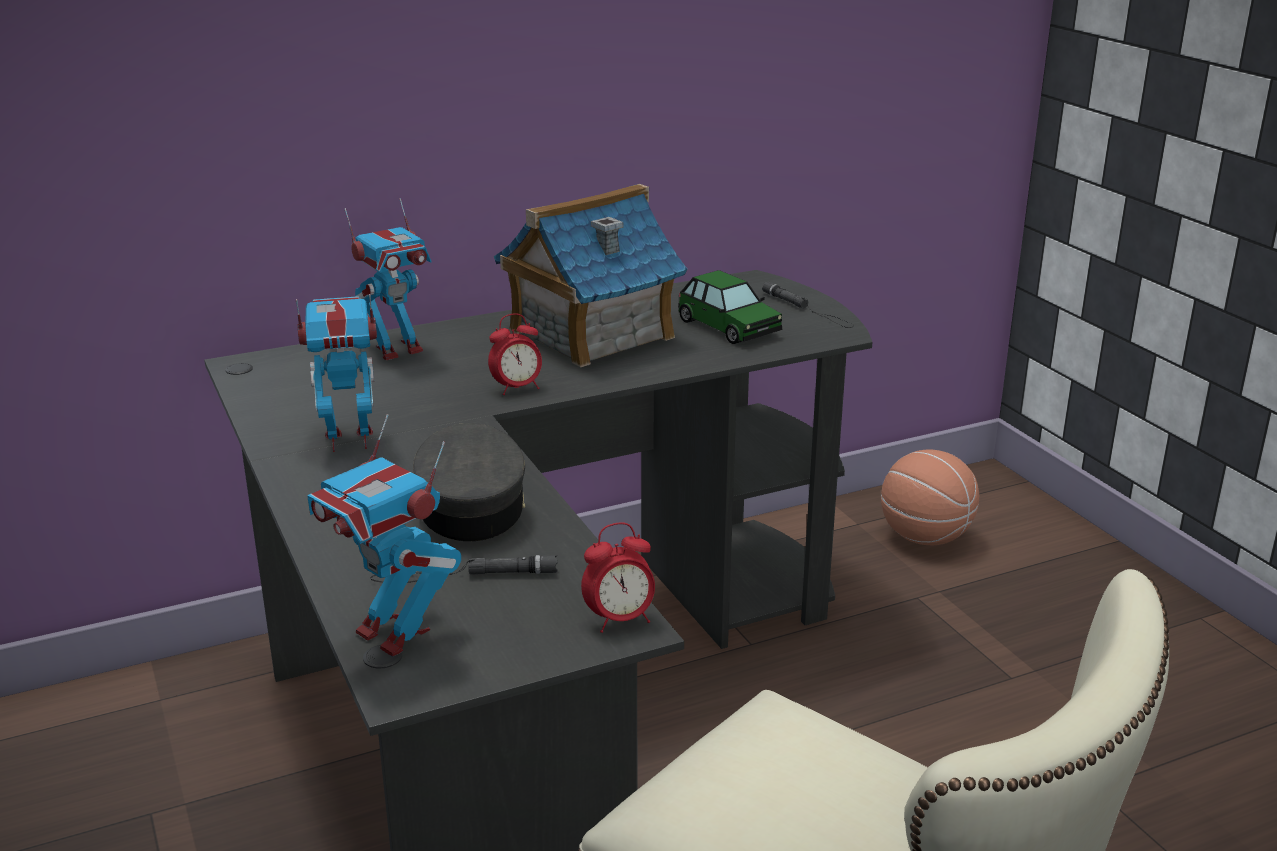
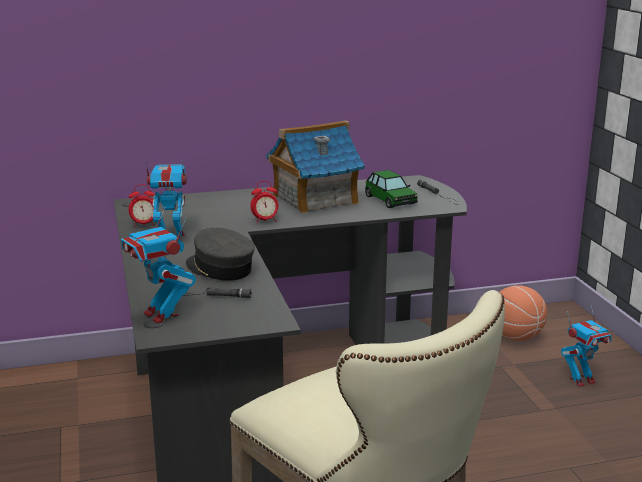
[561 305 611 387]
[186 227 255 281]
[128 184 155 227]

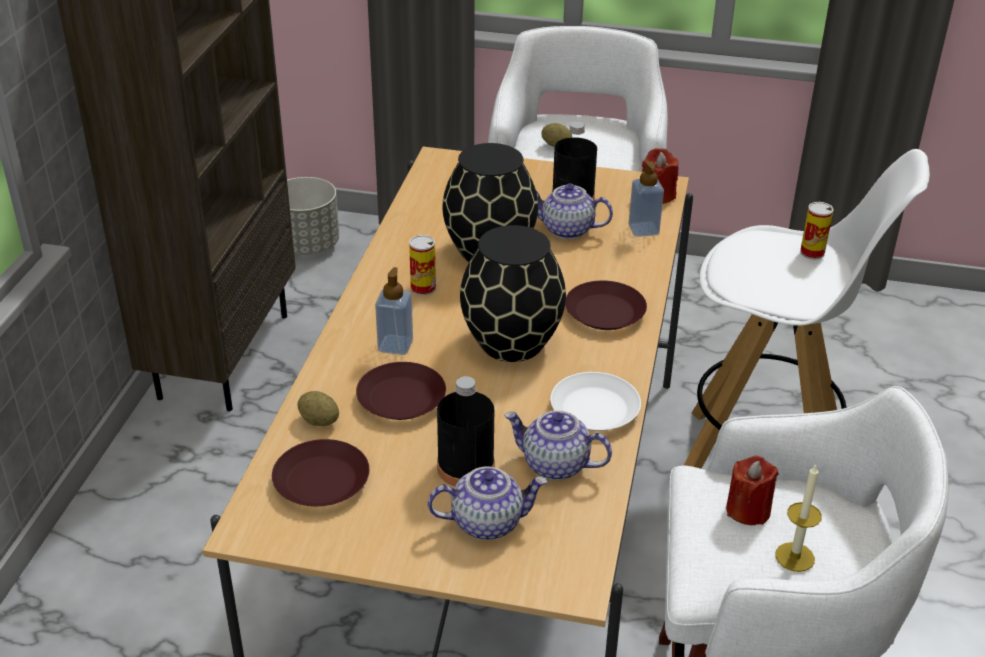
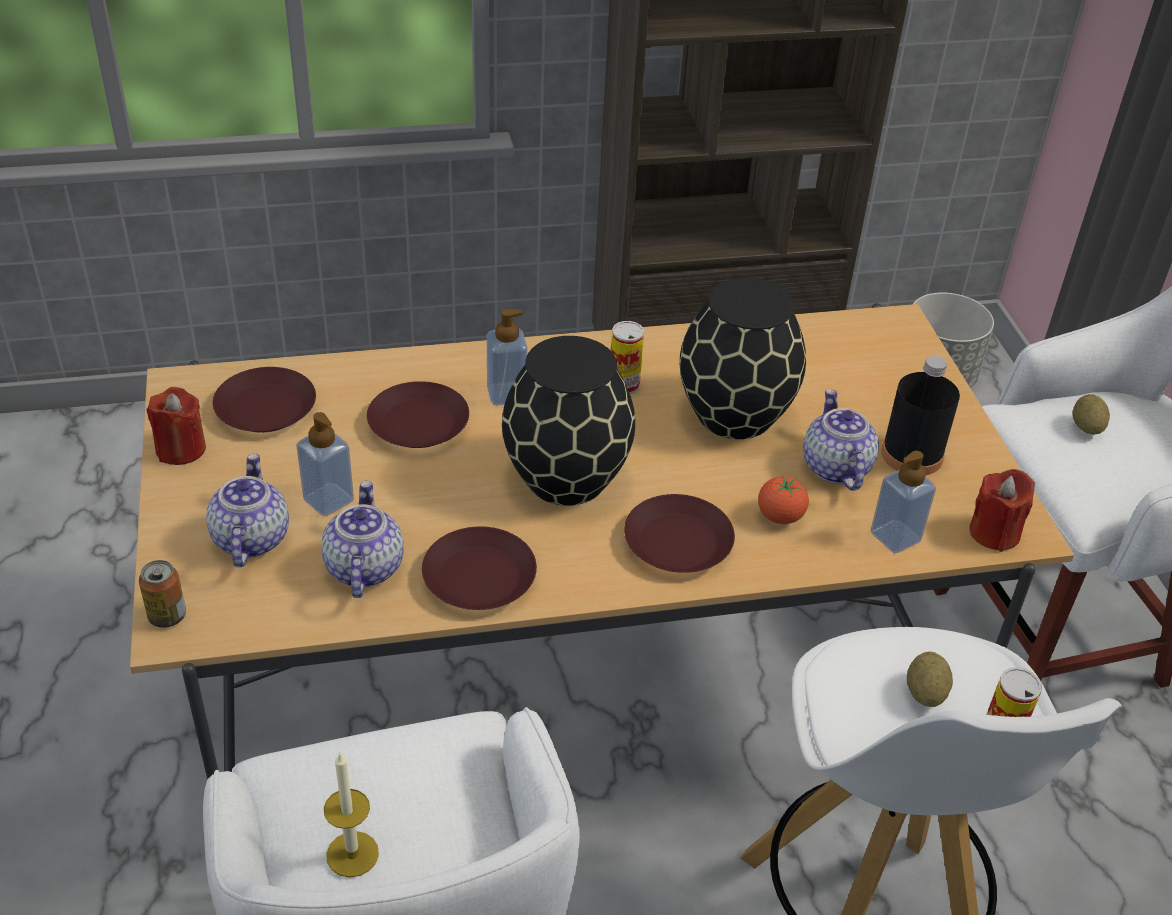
[422 527 537 610]
[296 412 354 516]
[907 651 953 707]
[146 387 206 465]
[206 453 289 567]
[758 475 809 524]
[139 560 186 628]

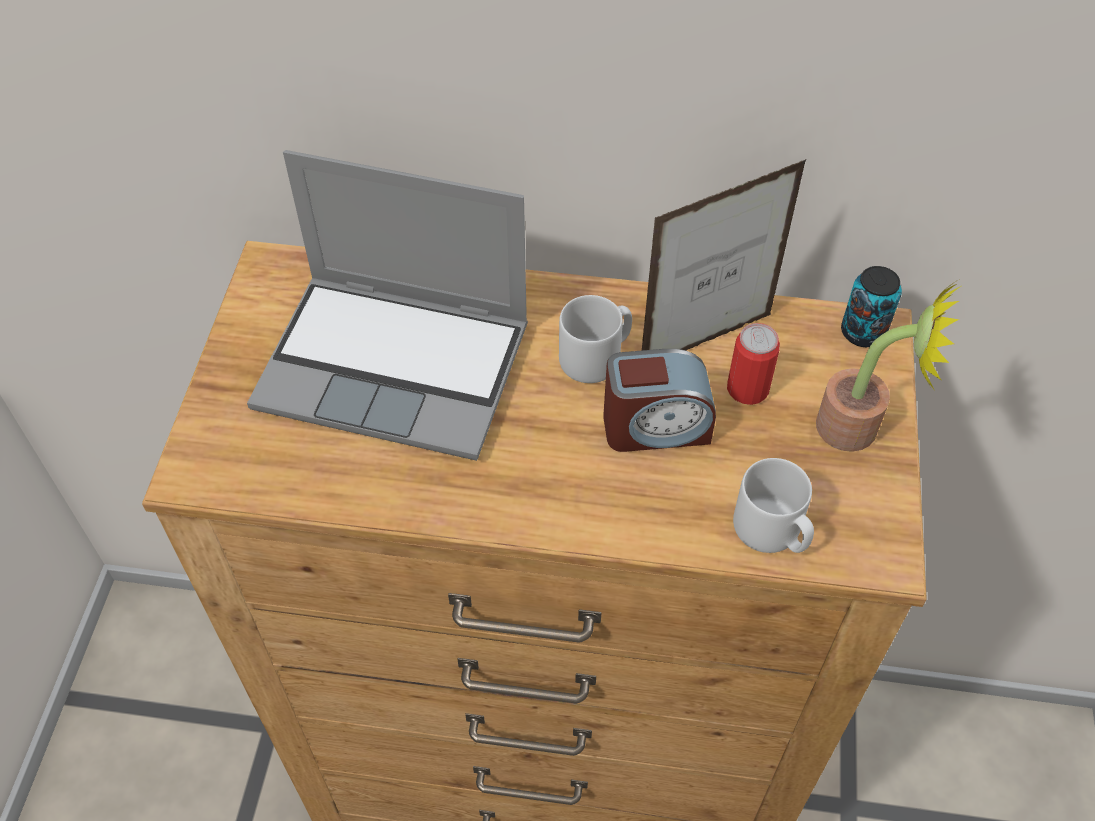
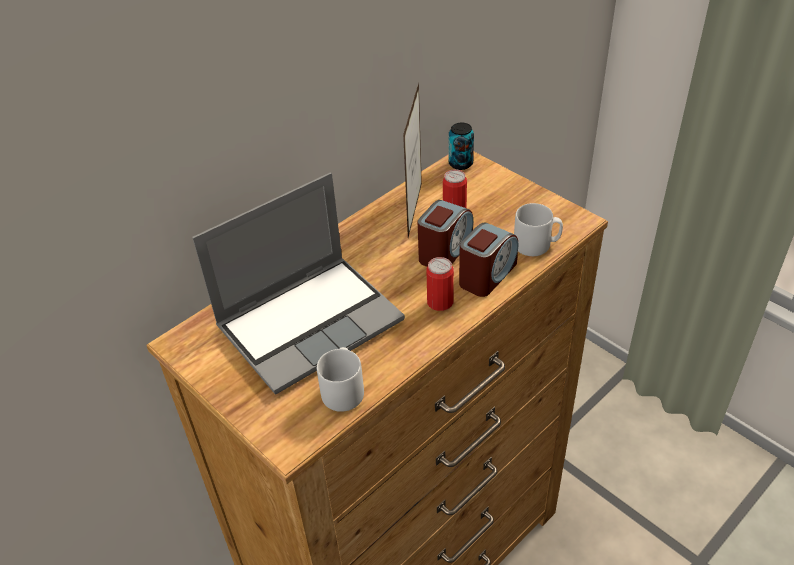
[816 281 961 452] (first image)
[317 347 364 412]
[459 222 518 297]
[427 257 454 311]

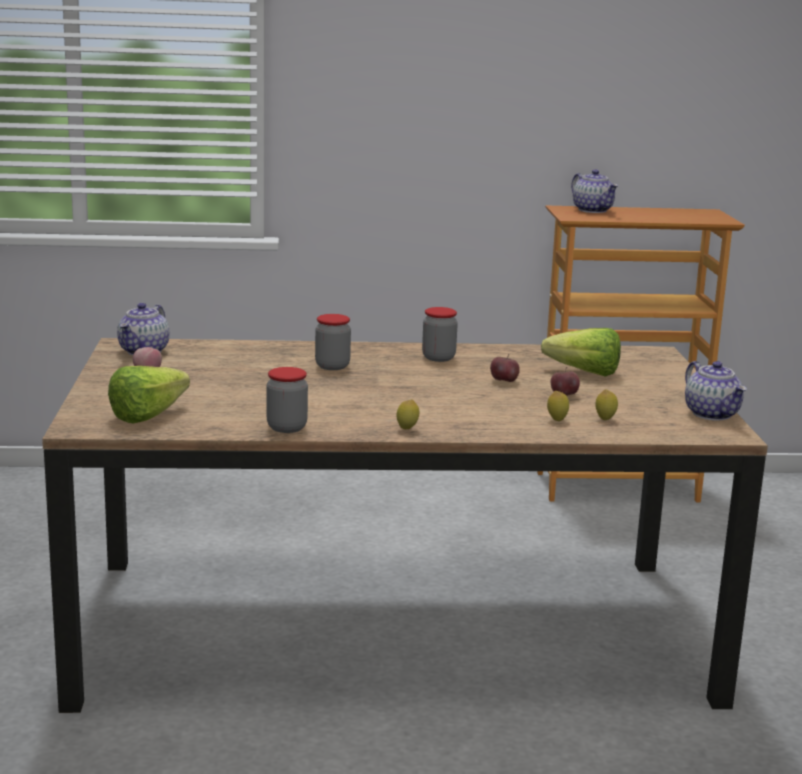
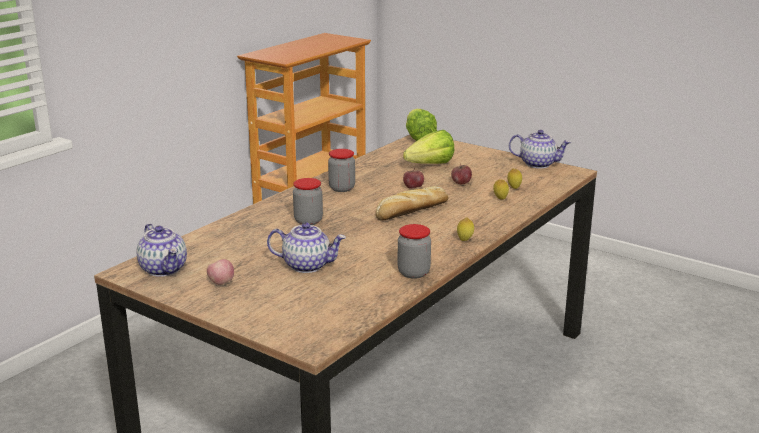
[267 222 346 273]
[406 109 437 141]
[376 186 448 221]

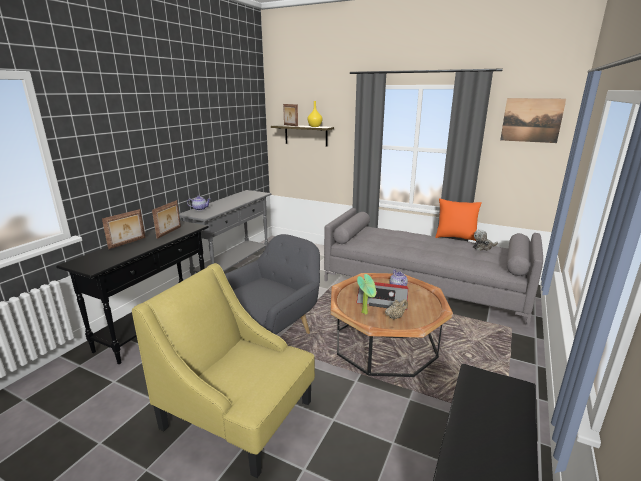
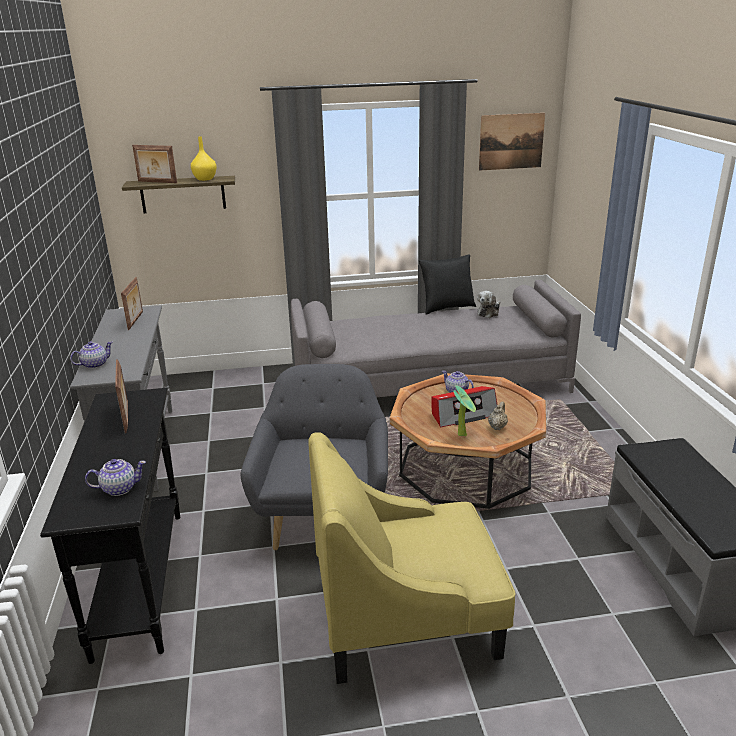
[418 254 476 315]
[121 277 143 330]
[85 459 146 496]

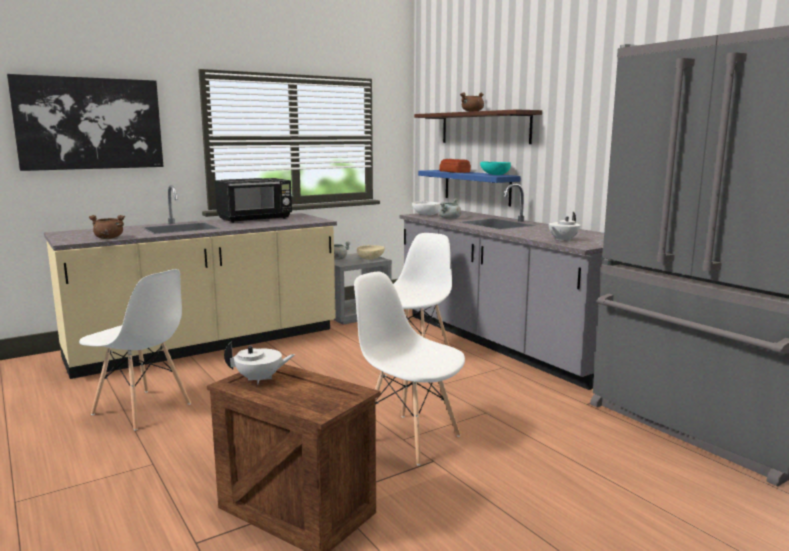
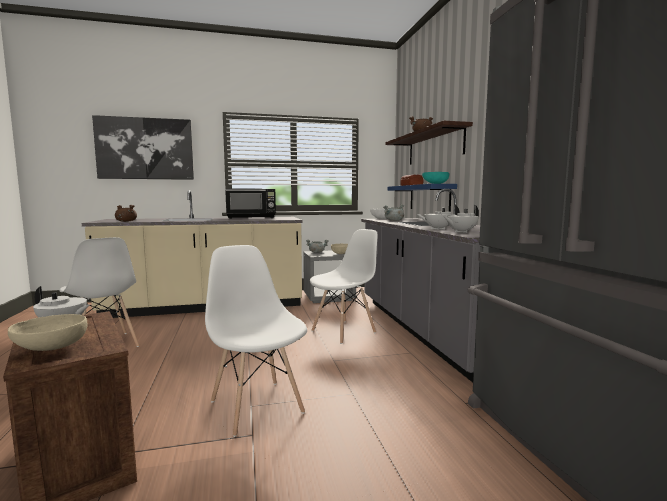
[417 205 460 230]
[8 314 88 351]

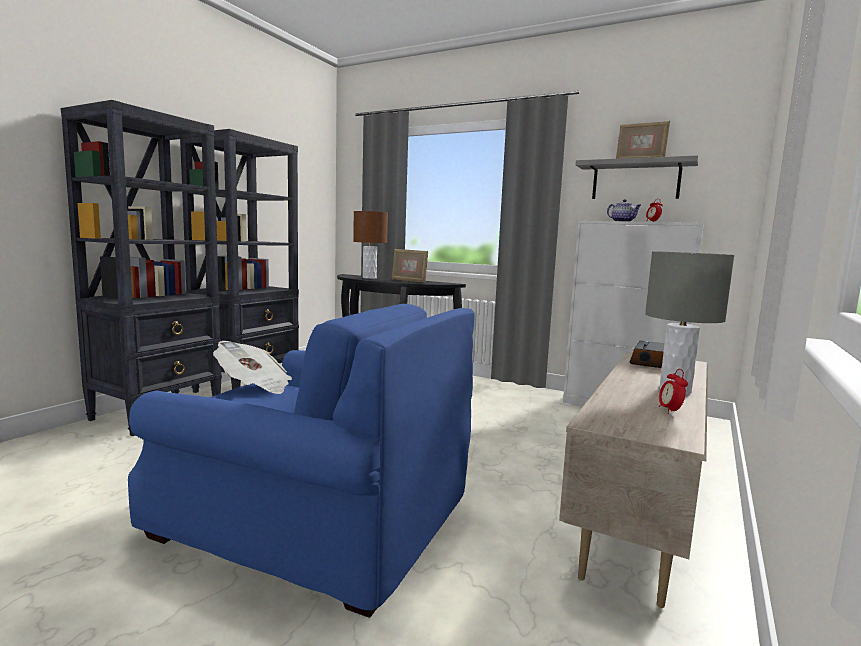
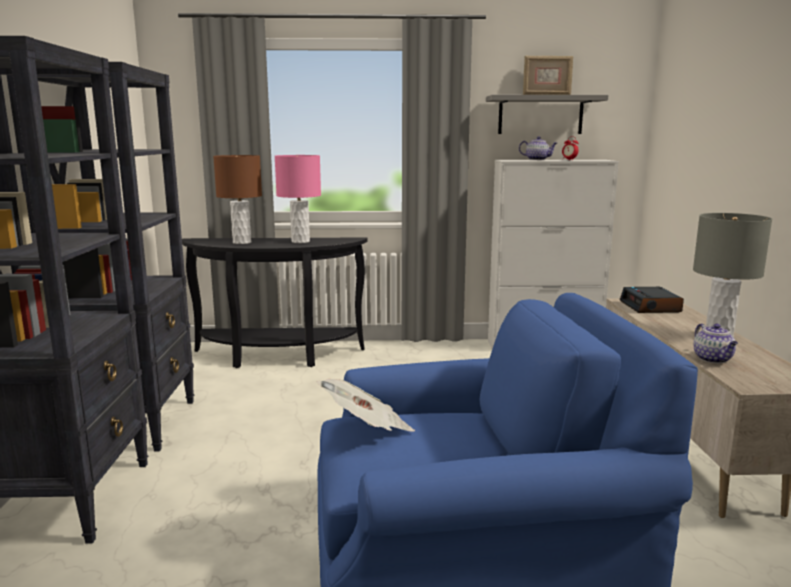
[275 155 321 243]
[659 369 688 414] (first image)
[693 323 738 363]

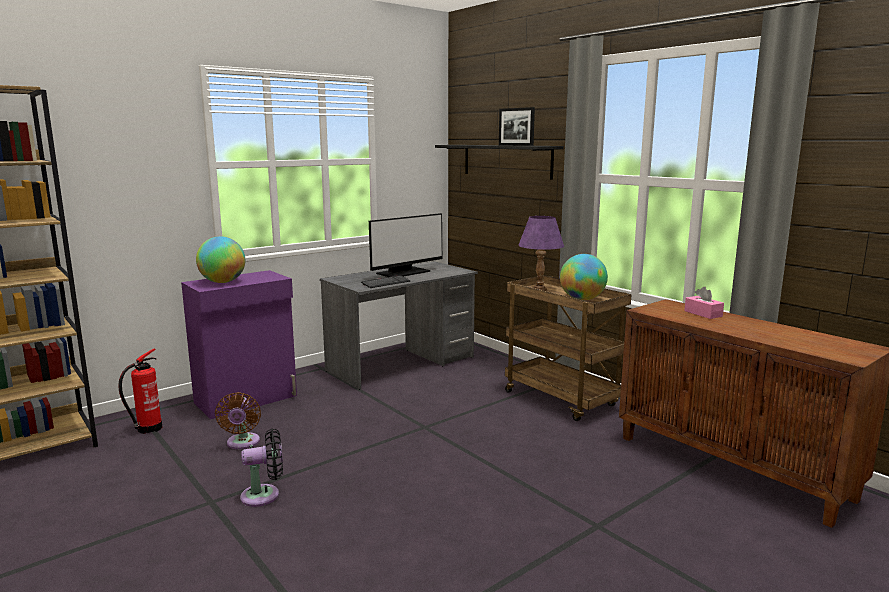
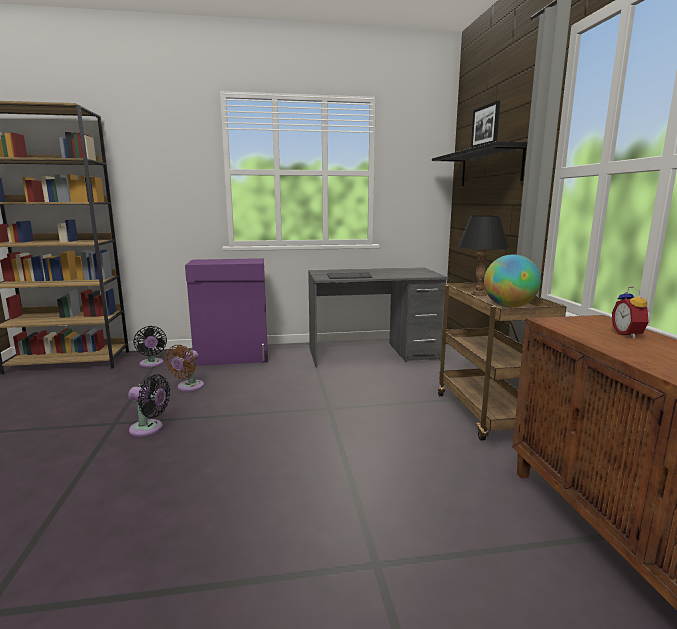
[369 213 443 277] (first image)
[458 216 509 296]
[196 236 245 283] (first image)
[612 286 651 339]
[133 326 167 367]

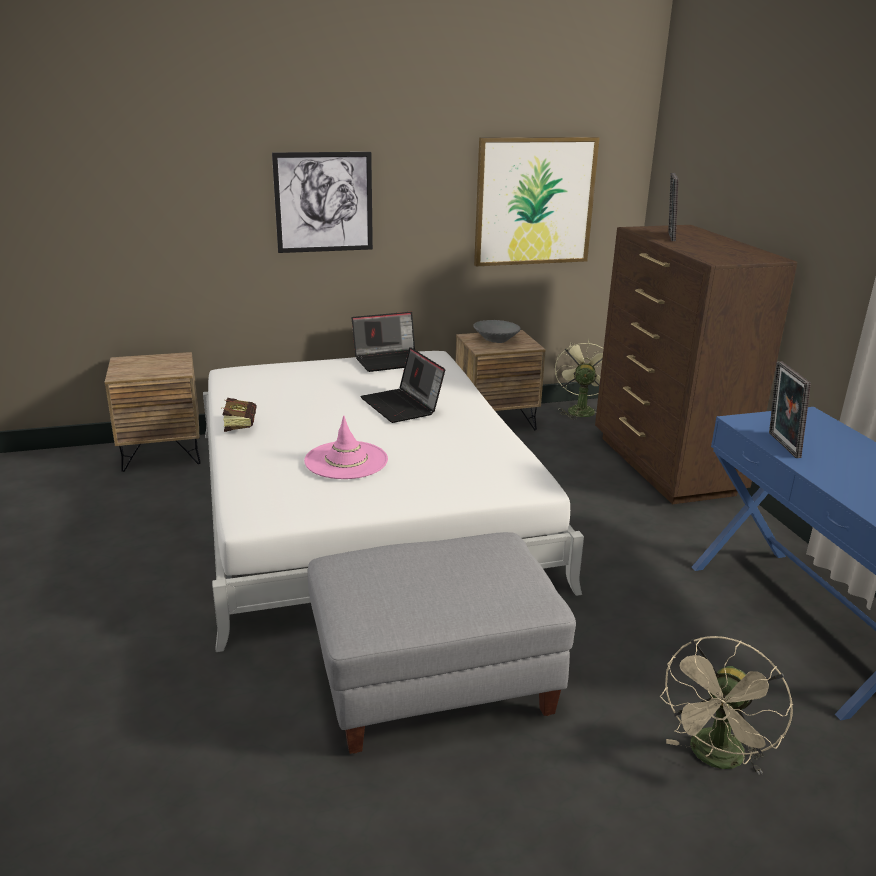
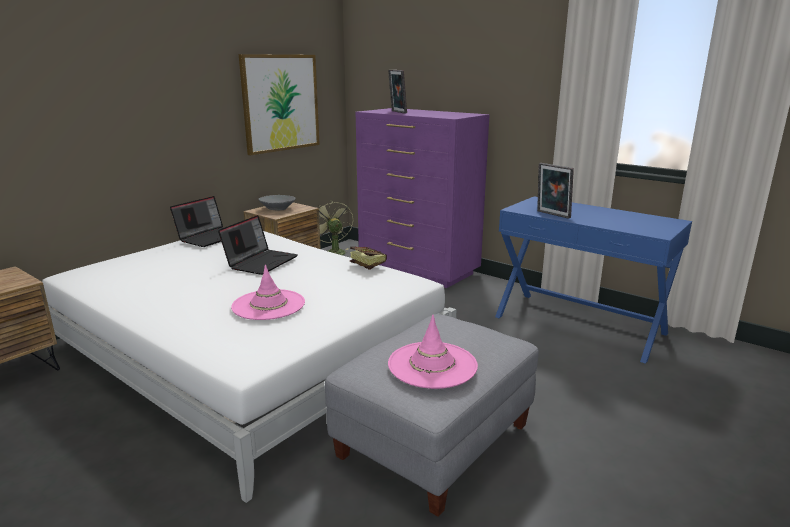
[272 152 373 253] (first image)
[356 108 489 288]
[218 215 298 275]
[350 247 387 270]
[660 636 793 775] (first image)
[388 315 478 389]

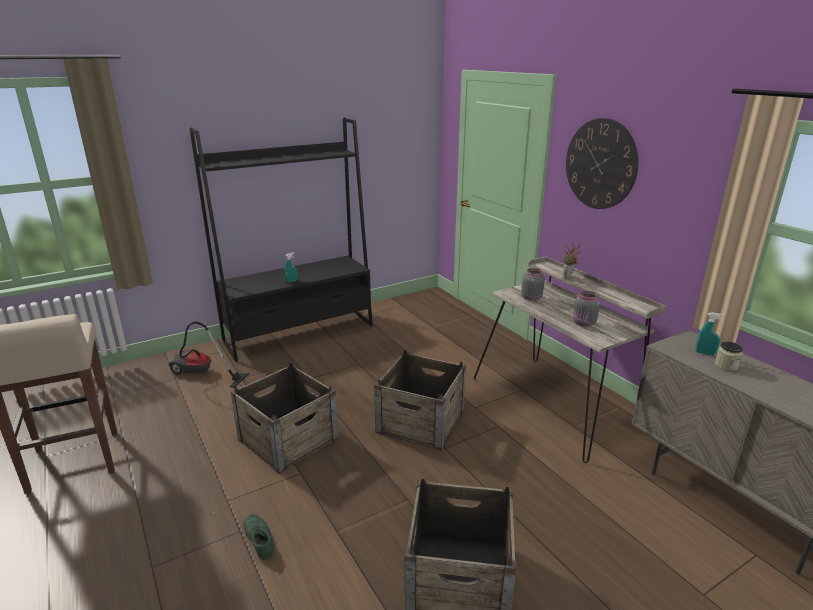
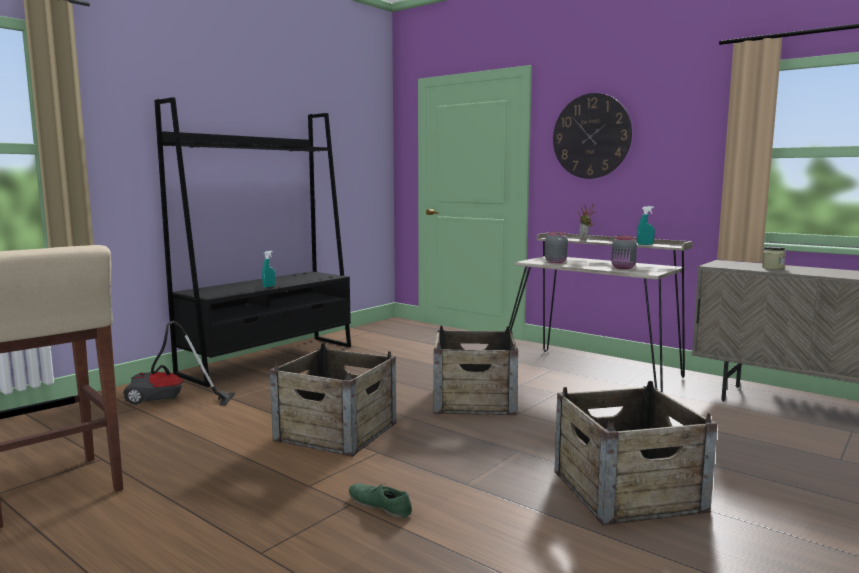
[637 206 655 245]

